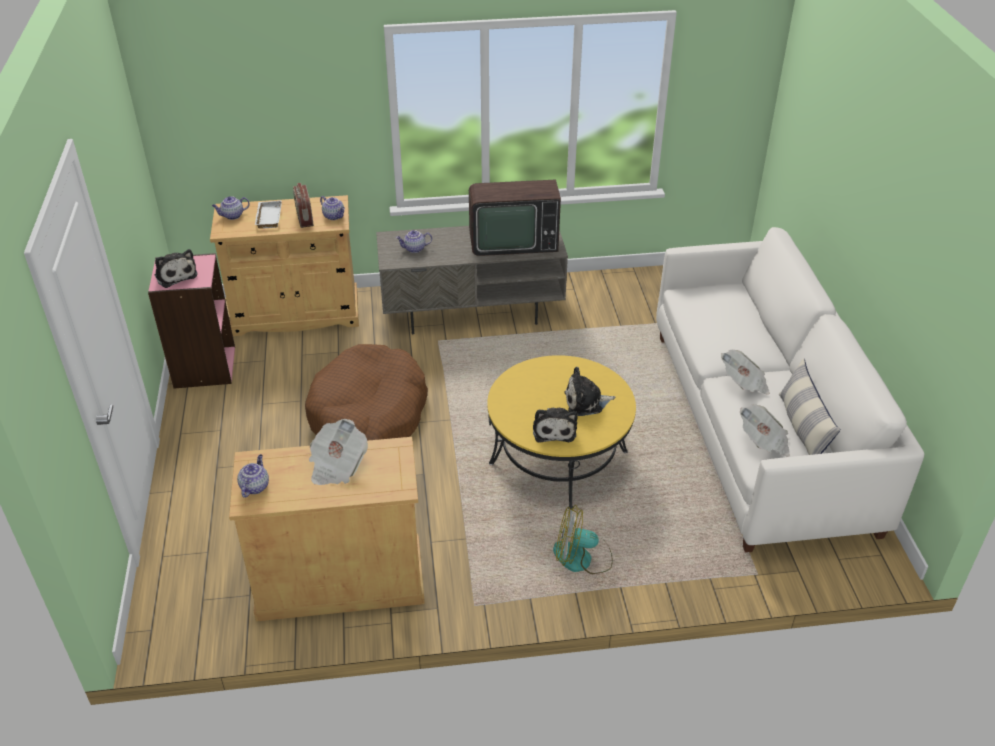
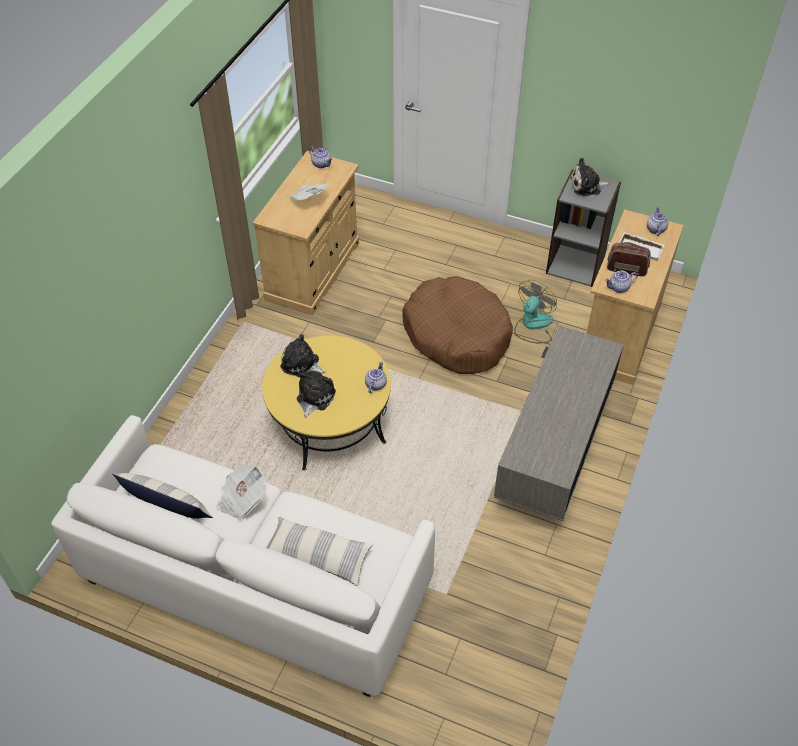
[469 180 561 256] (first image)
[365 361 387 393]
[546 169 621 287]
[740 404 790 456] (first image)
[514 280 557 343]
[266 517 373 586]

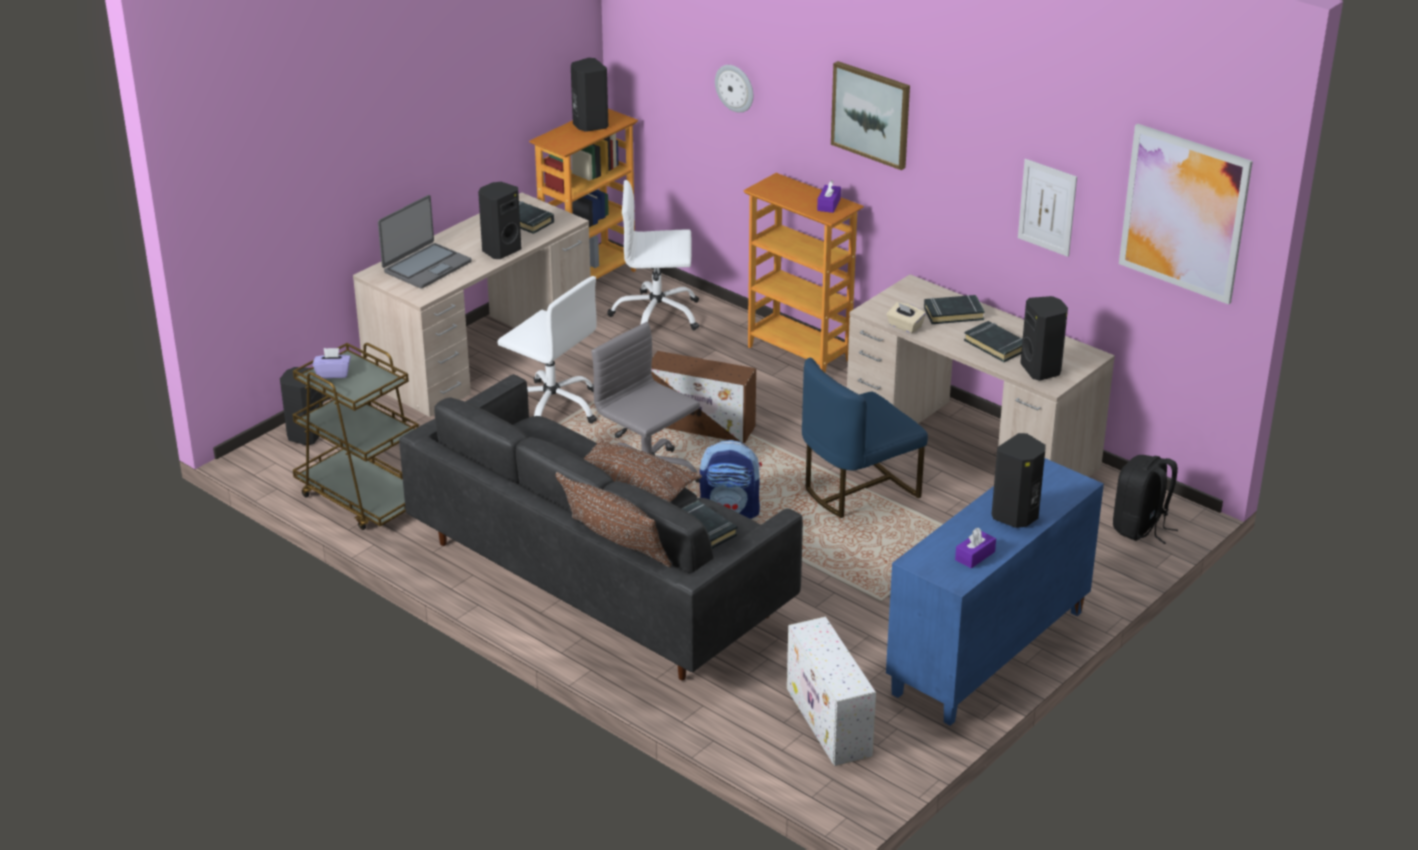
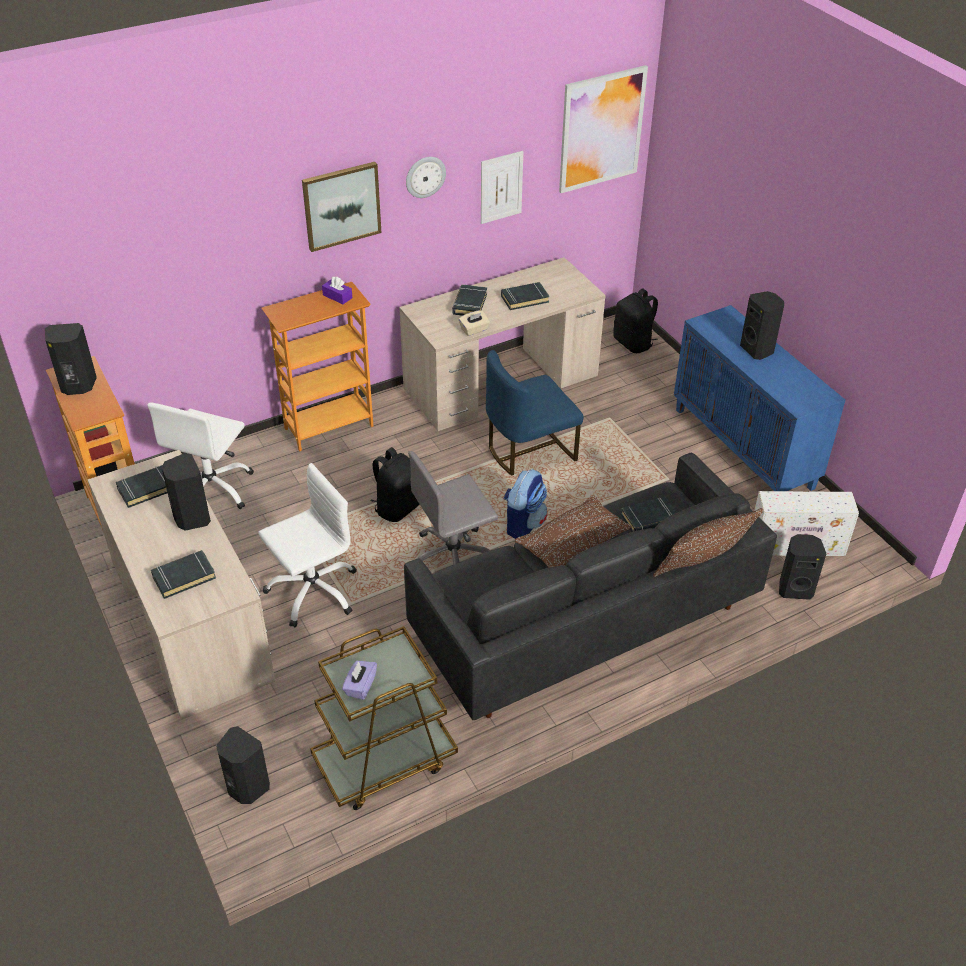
[406 157 446 198]
[151 550 216 599]
[779 534 827 600]
[370 447 420 522]
[486 350 583 476]
[955 528 996 568] (first image)

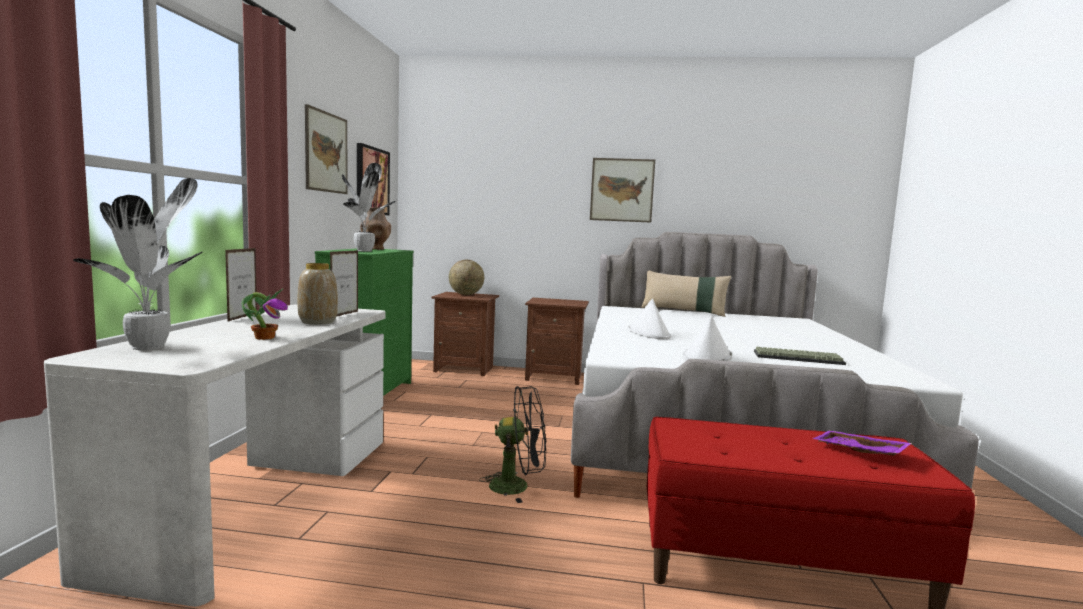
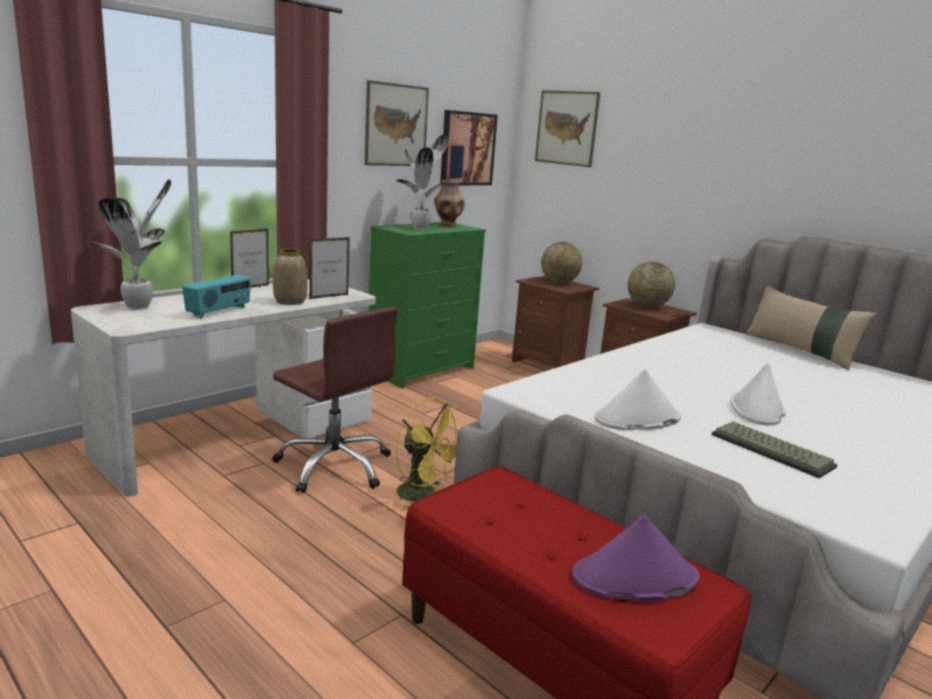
[535 90 600 167]
[182 275 251 318]
[730 363 786 425]
[396 398 466 510]
[572 515 699 601]
[628 262 675 308]
[272 307 398 493]

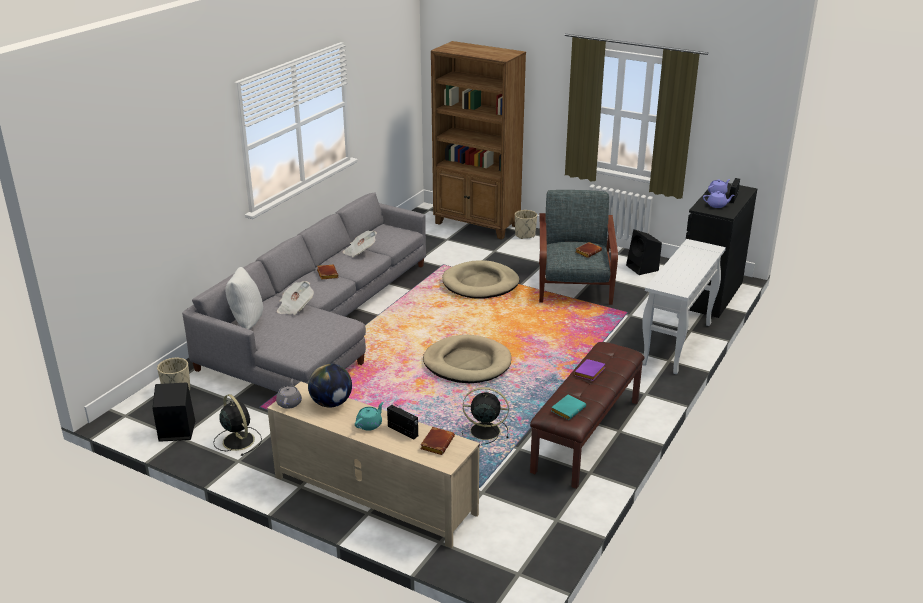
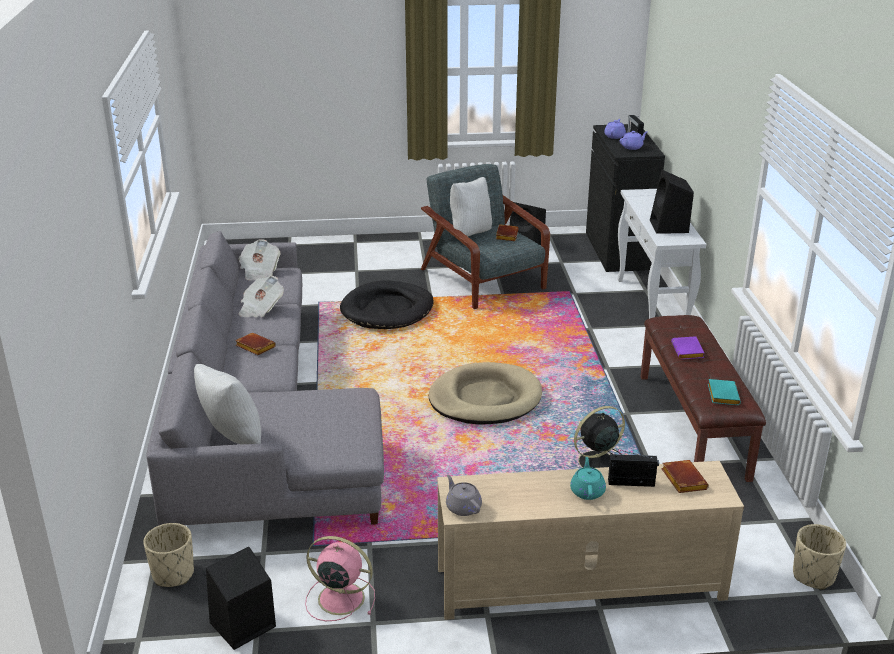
[431 41 526 239] (first image)
[793 524 846 590]
[340 280 434 329]
[238 239 281 280]
[308 364 352 408] (first image)
[305 536 375 621]
[650 170 694 234]
[450 177 492 237]

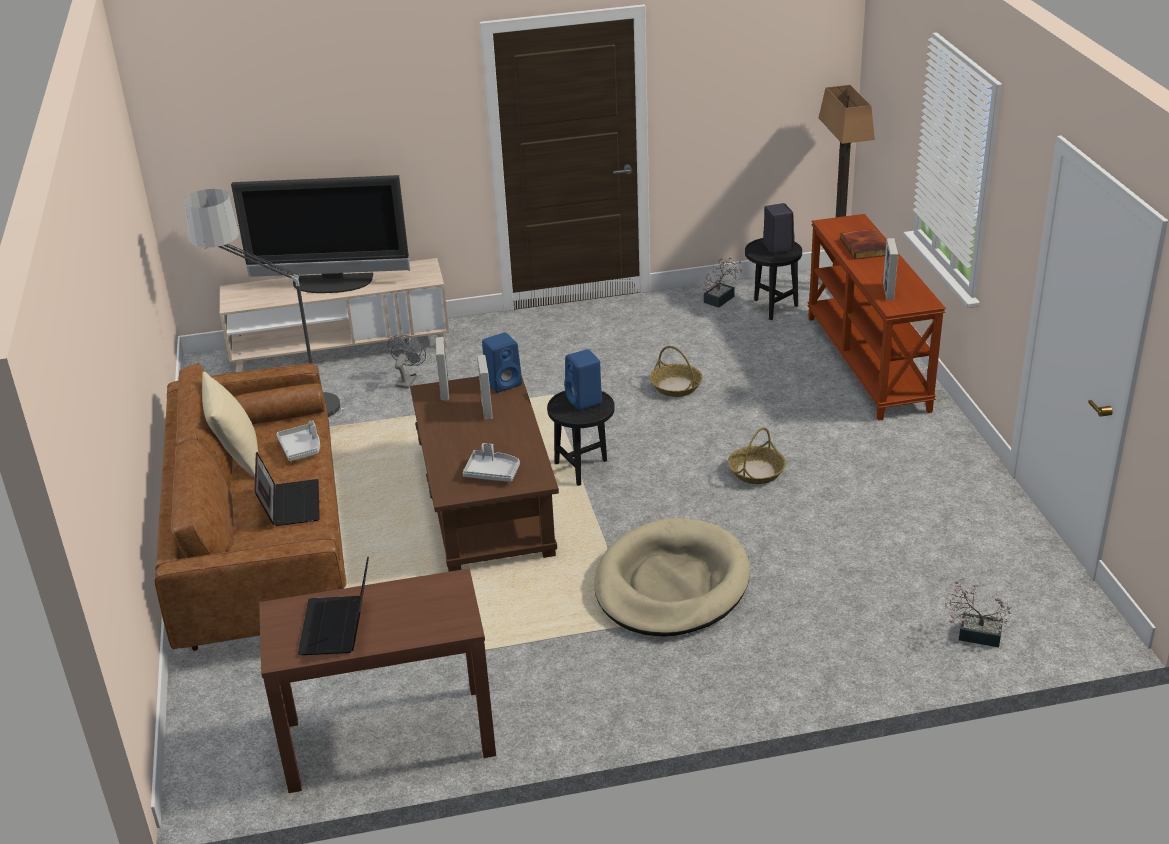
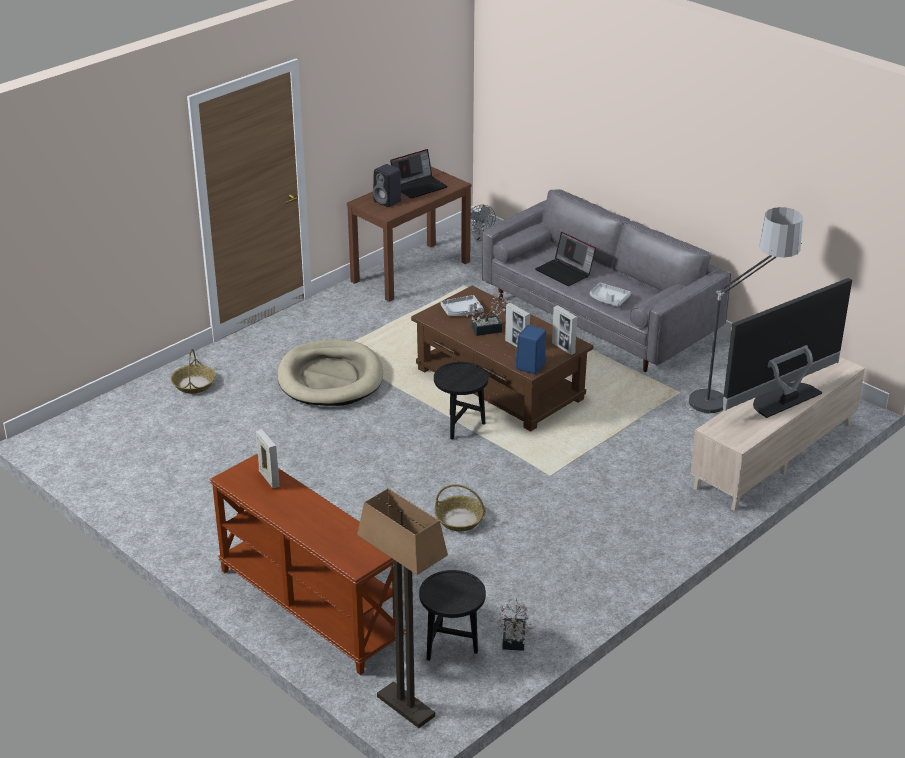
[373 164 401 207]
[840 229 886 260] (first image)
[471 205 496 242]
[564 349 602 410] (first image)
[482 189 731 372]
[202 371 258 478] (first image)
[171 349 216 394]
[390 149 448 199]
[466 293 511 336]

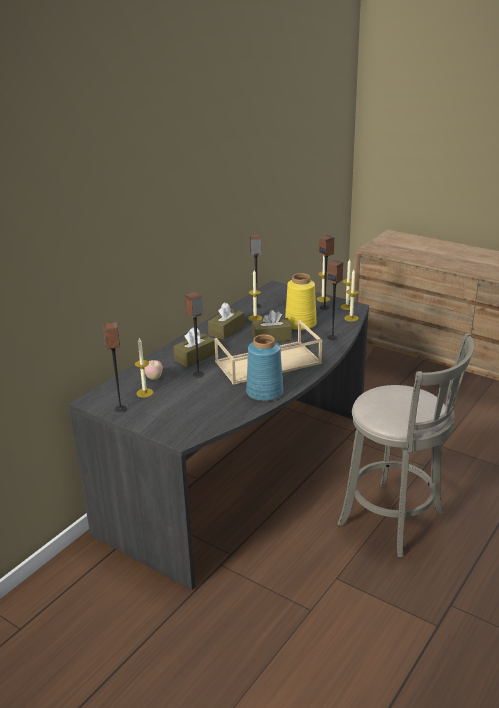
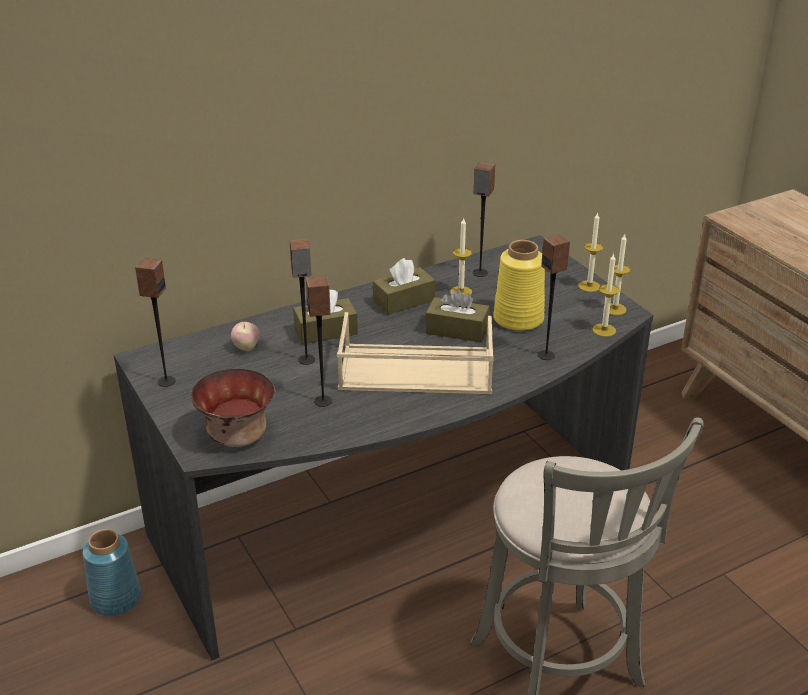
[306 276 332 407]
[83 529 141 616]
[135 338 153 398] (first image)
[191 369 275 447]

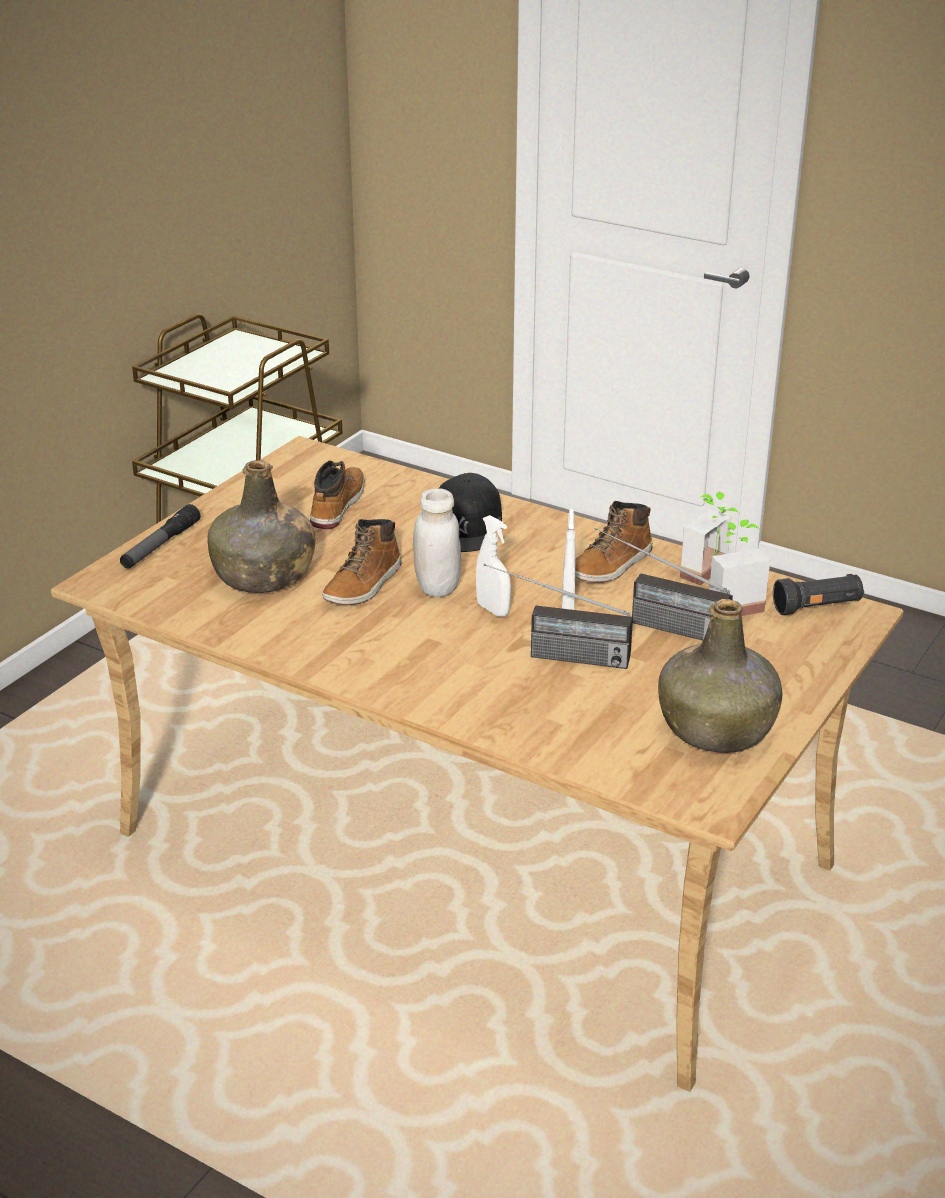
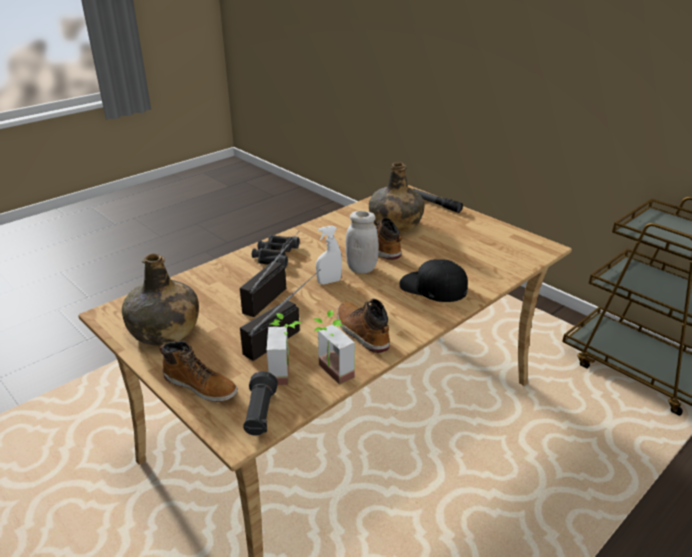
[160 341 238 402]
[562 508 575 610] (first image)
[252 235 299 268]

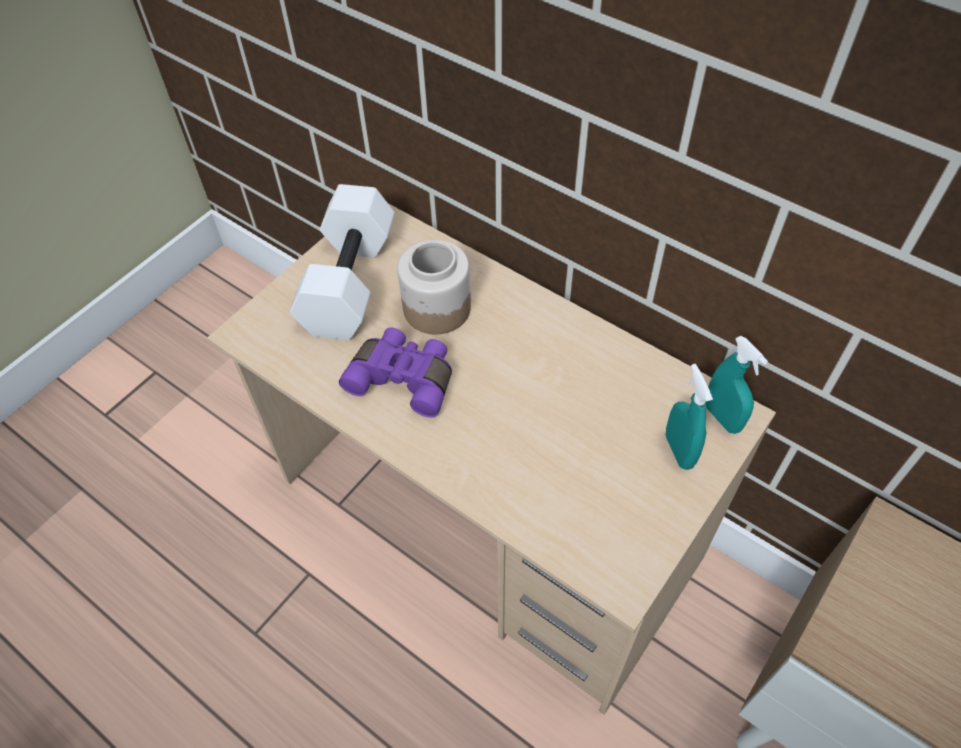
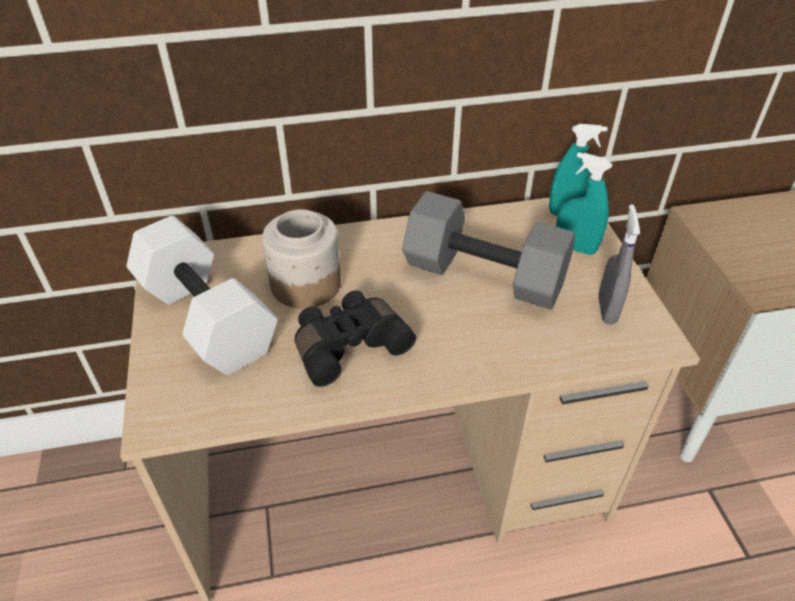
[295 290 416 387]
[402 191 575 310]
[599 204 640 324]

